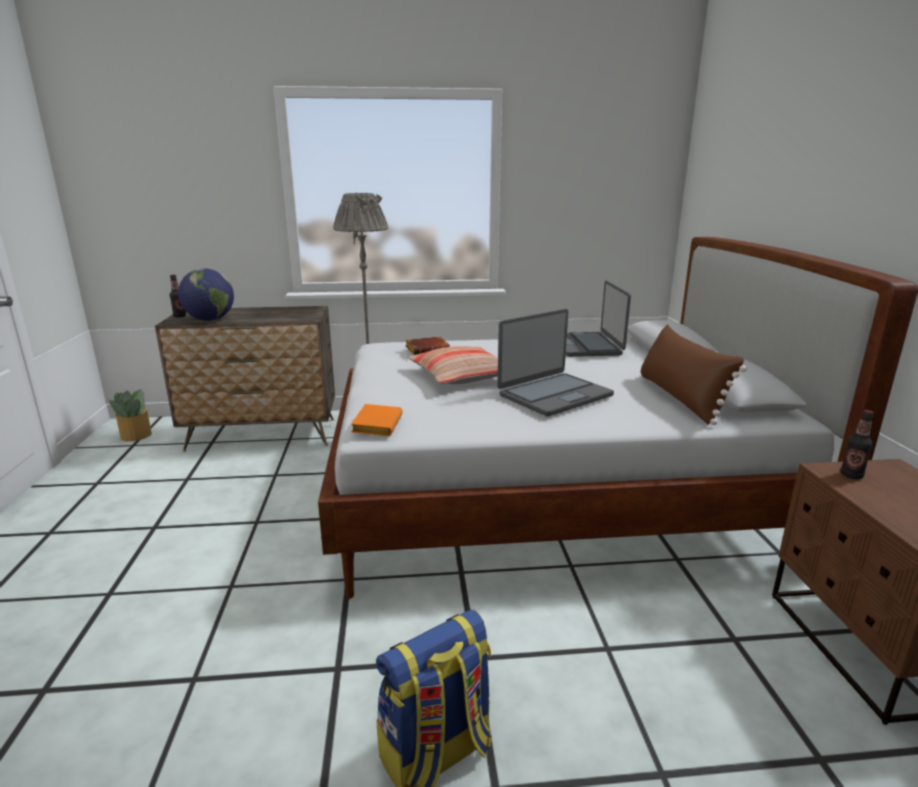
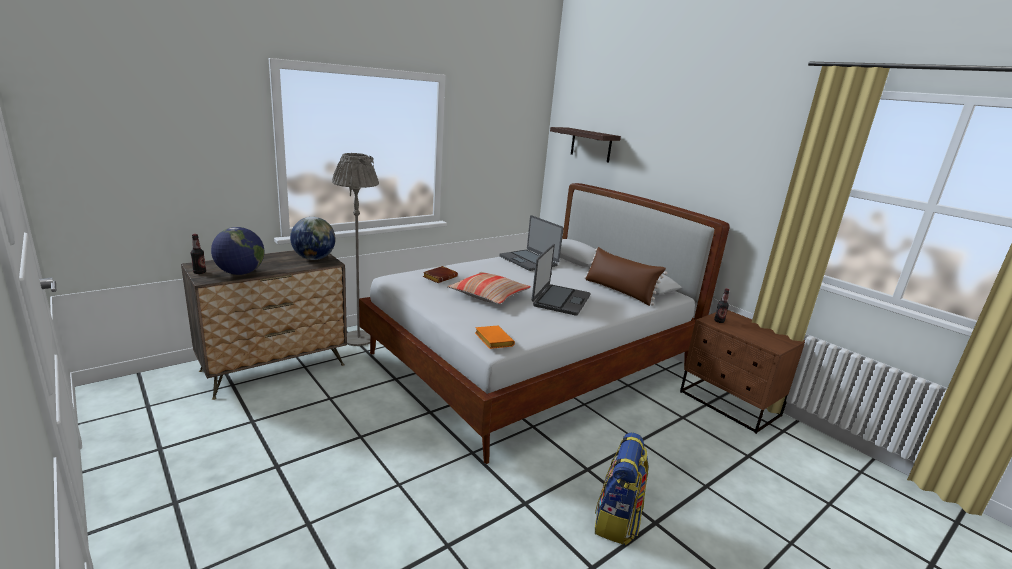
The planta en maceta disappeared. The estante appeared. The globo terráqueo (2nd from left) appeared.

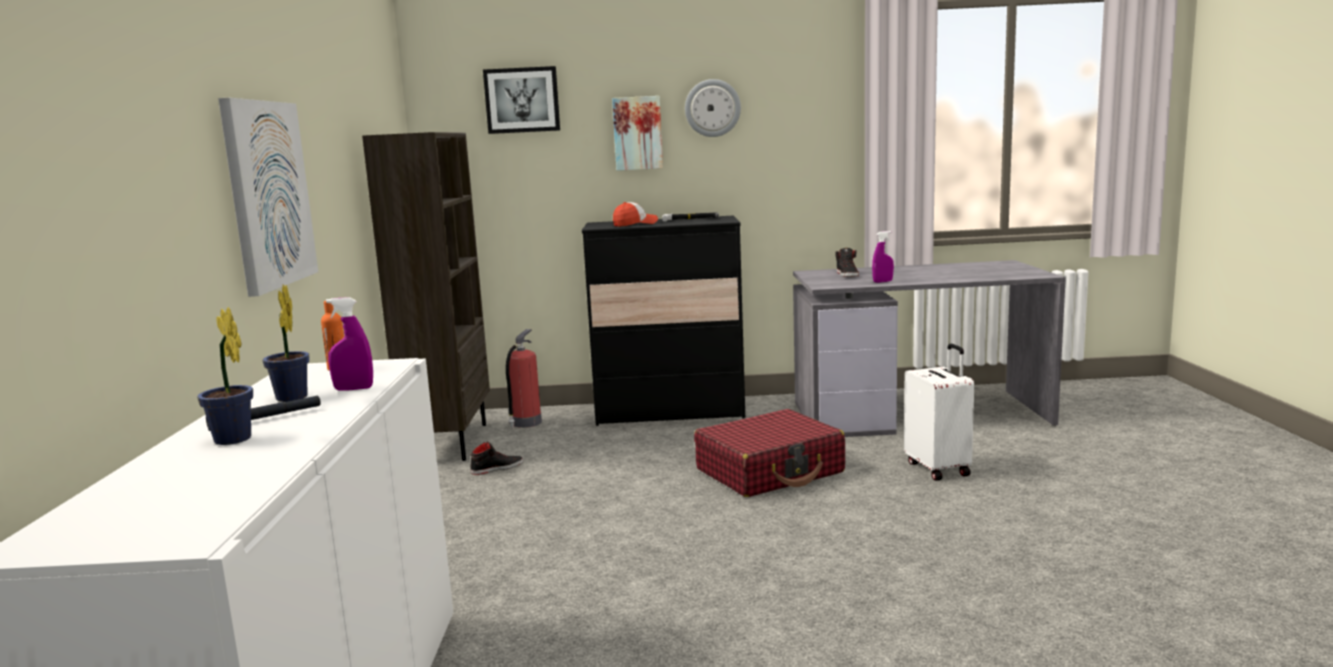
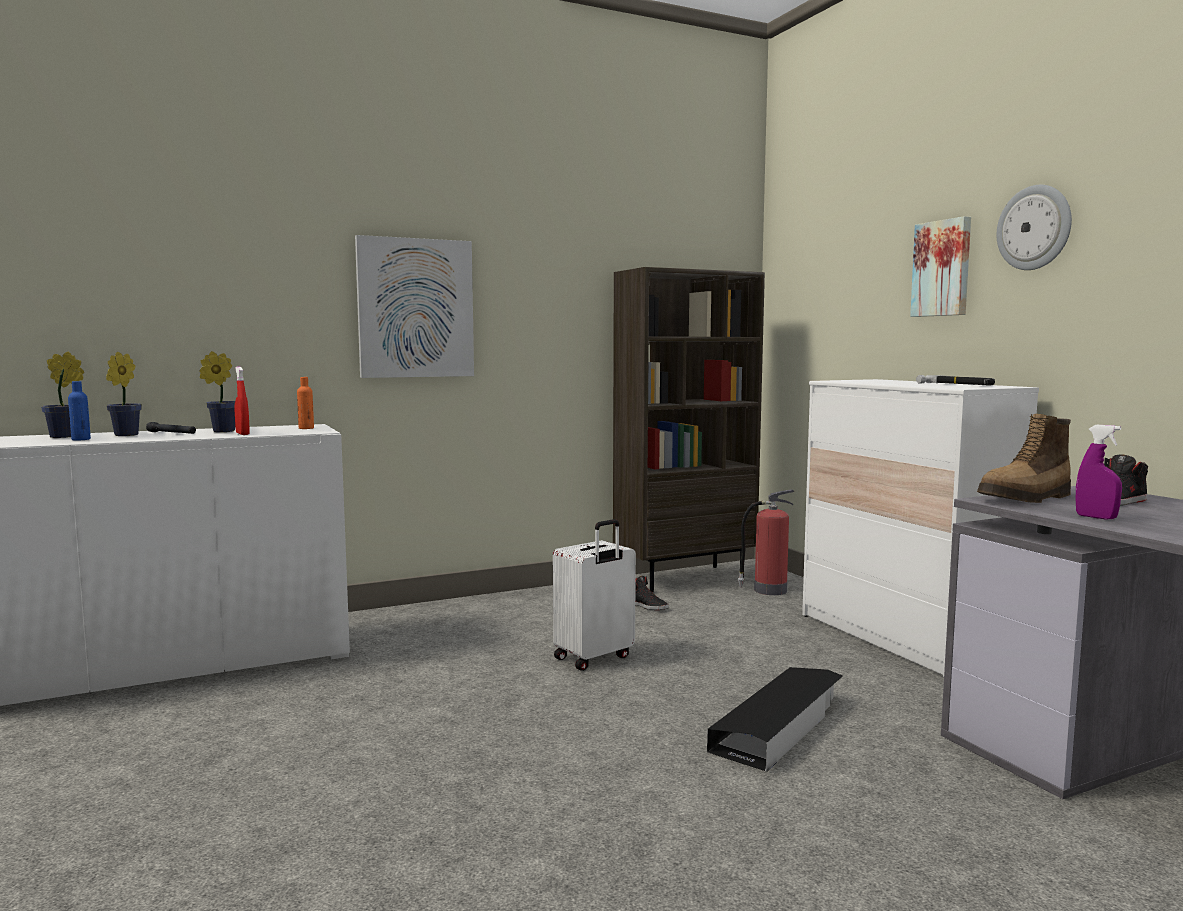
The cuadro (2nd from left) disappeared. The gorra disappeared. The cómoda/negro became the cómoda/blanco. The pulverizador/morado (1st from left) became the pulverizador/rojo. The maleta/blanco moved. The maleta/rojo was replaced by the caja de almacenaje/negro. The planta en maceta (1st from left) appeared. The botella/azul appeared. The bota appeared.

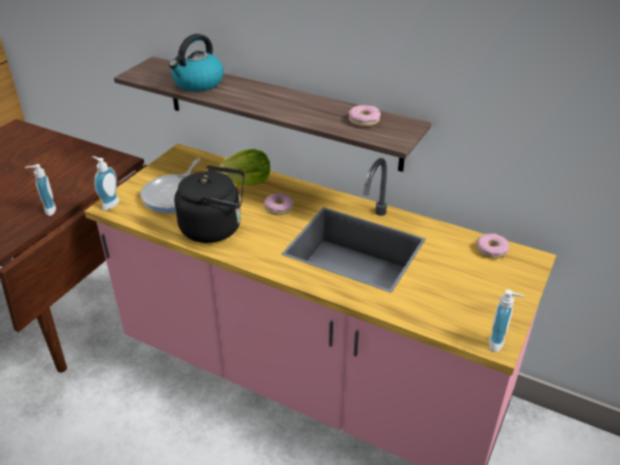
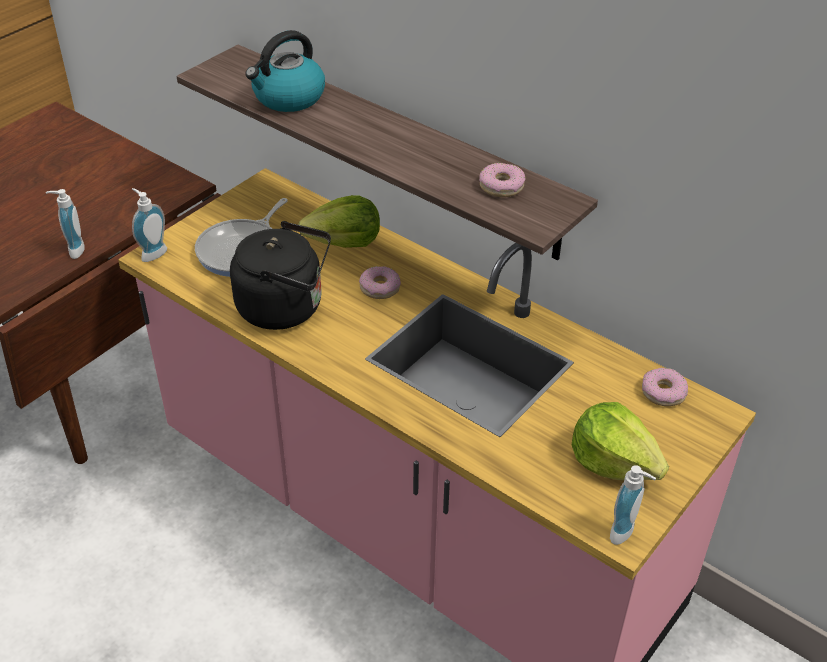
The lechuga (2nd from left) appeared.

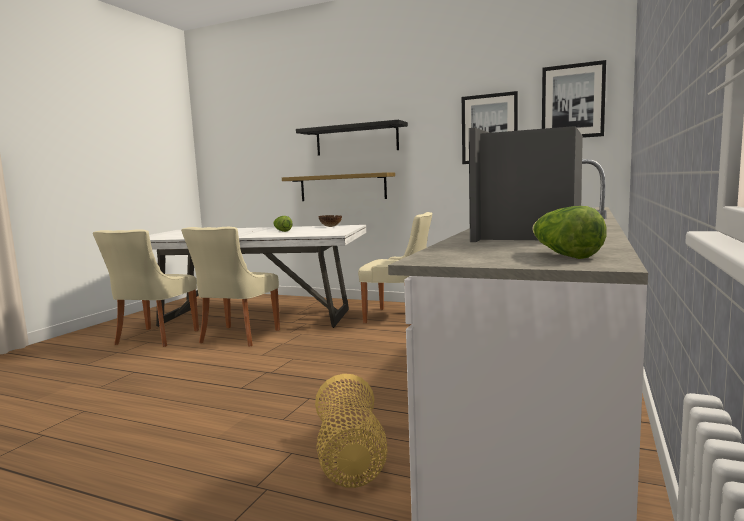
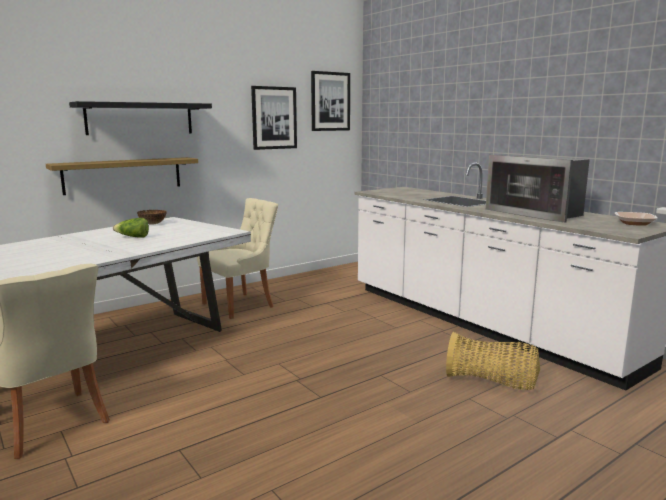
The lechuga (2nd from left) was replaced by the cuenco (2nd from left). The silla/beis (2nd from left) disappeared.

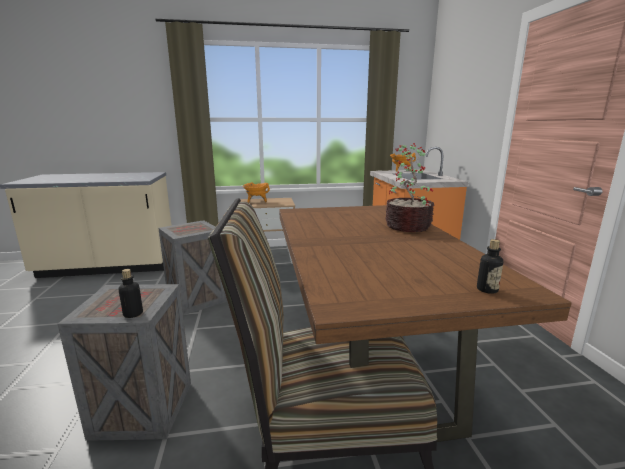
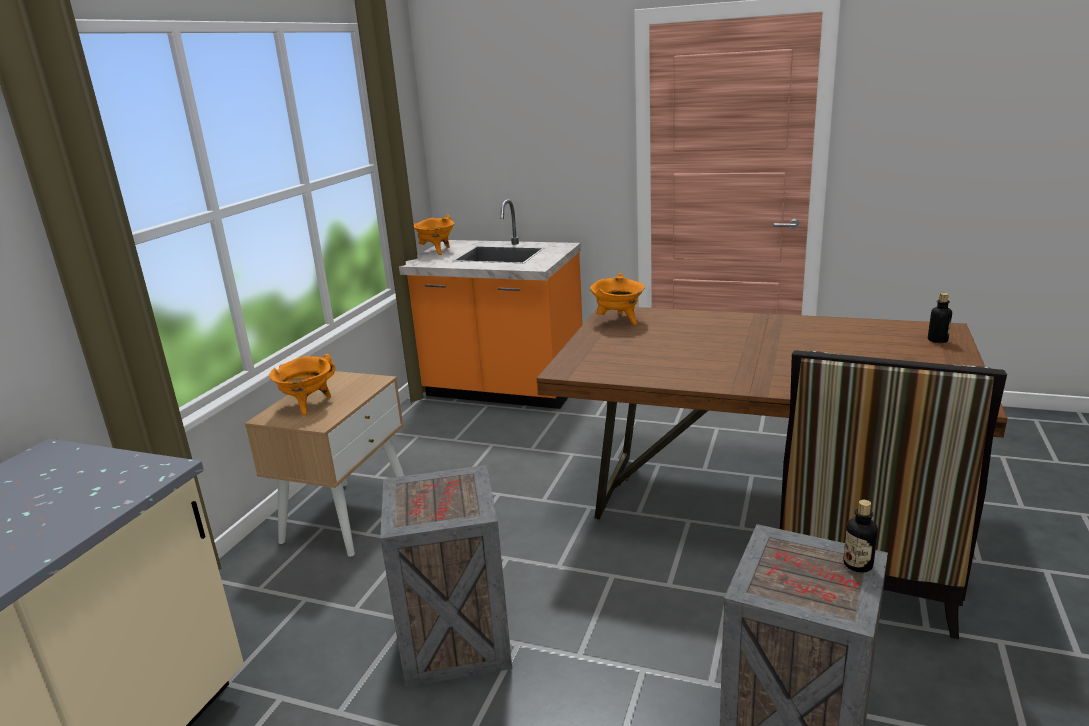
The planta en maceta disappeared. The olla/naranja (3rd from left) appeared.

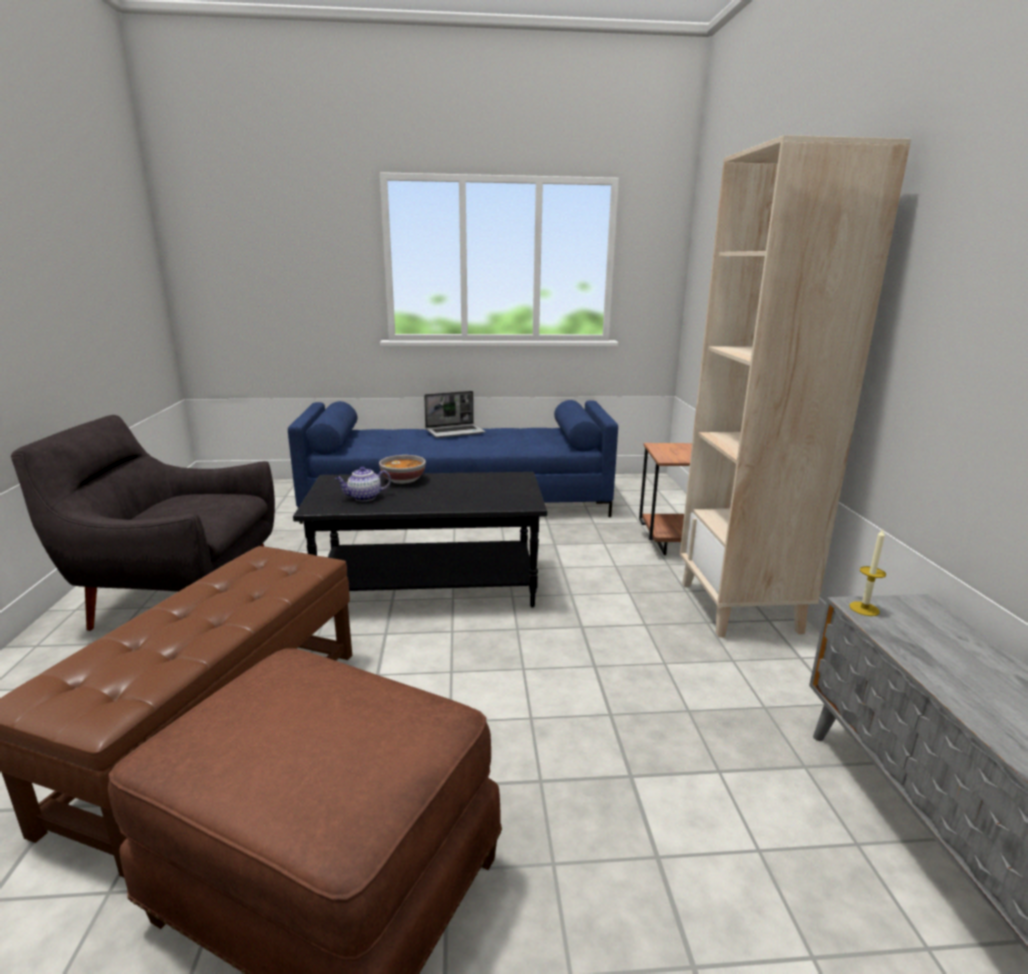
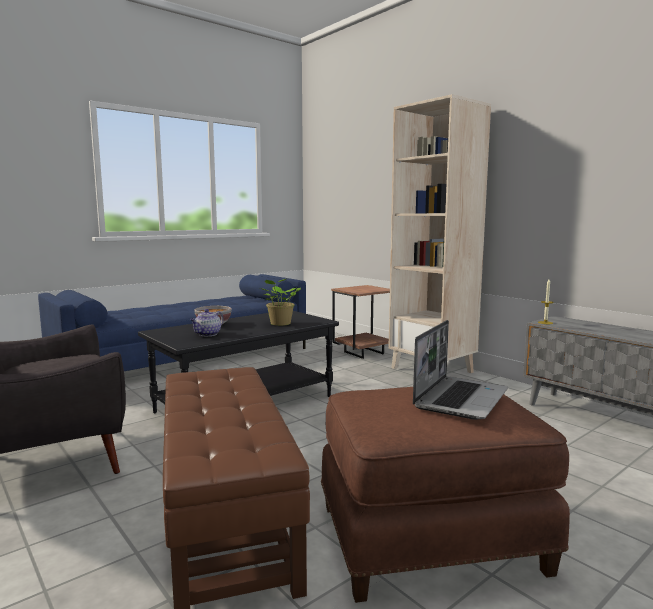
The portátil moved. The planta en maceta appeared.

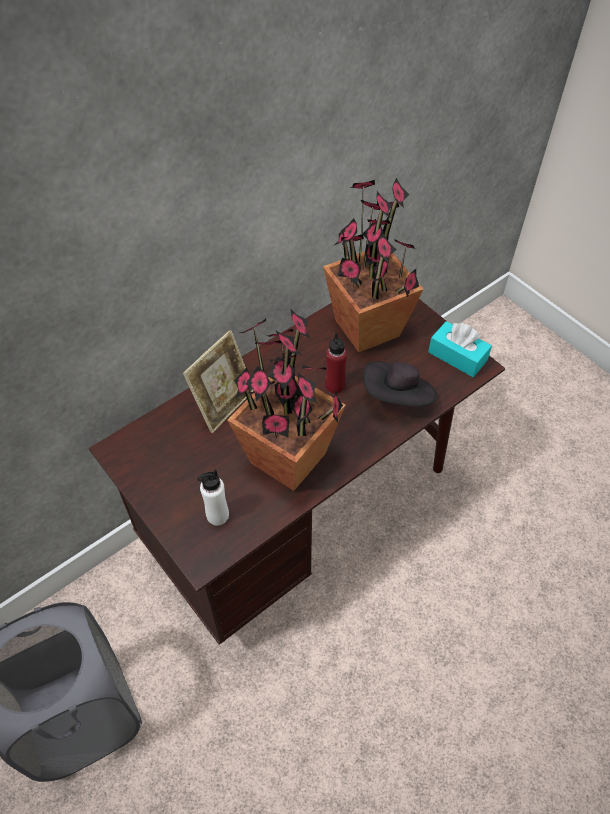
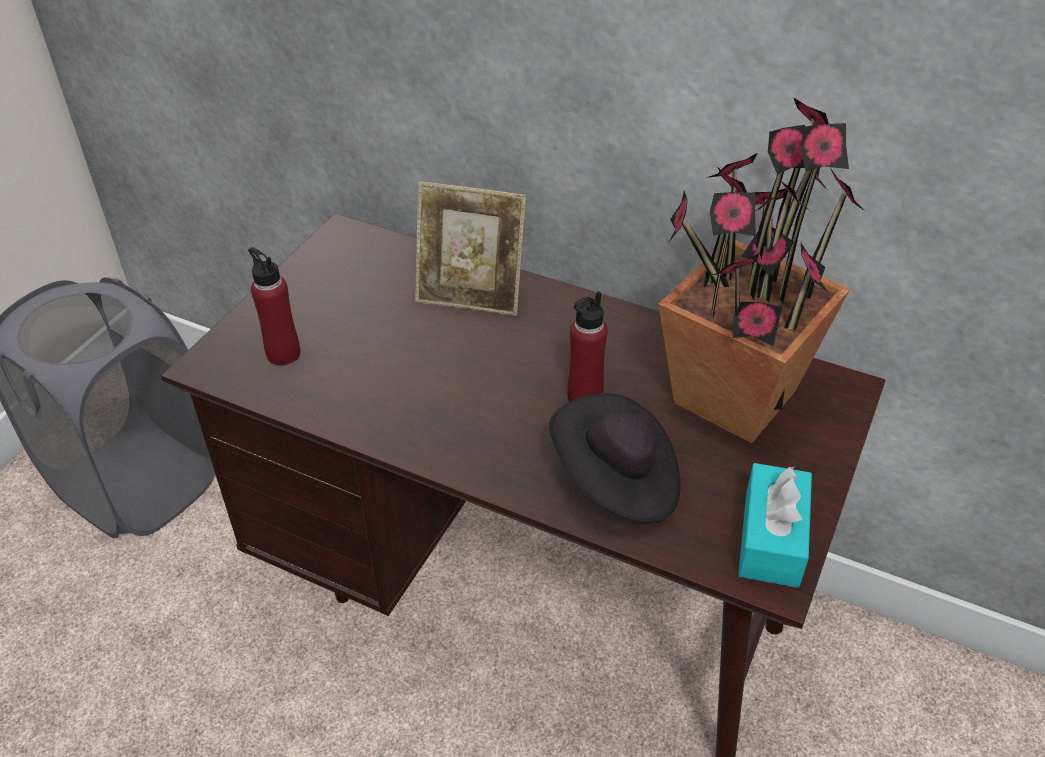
The planta en maceta (1st from left) disappeared. The botella/blanco became the botella/rojo (1st from left).

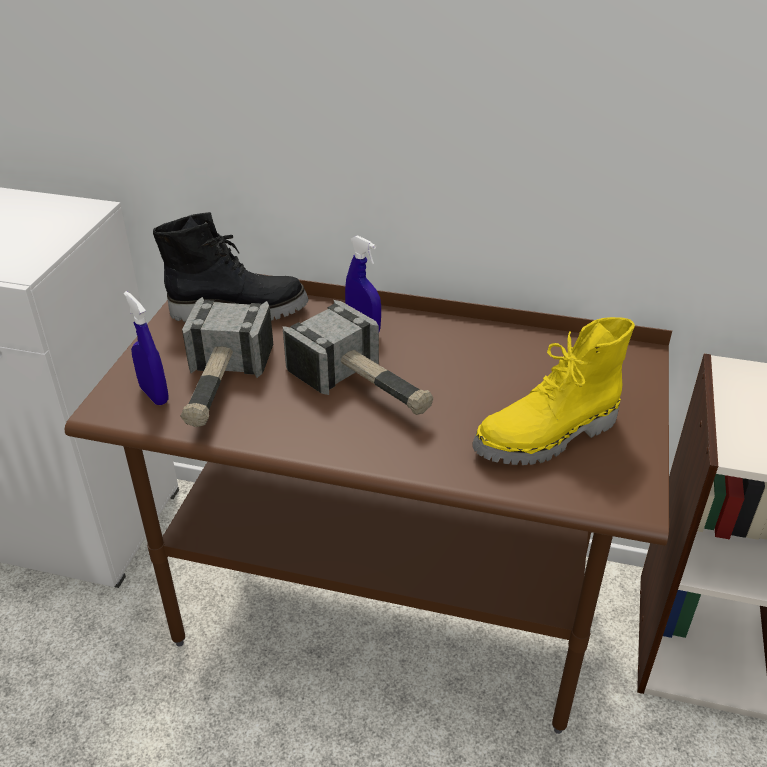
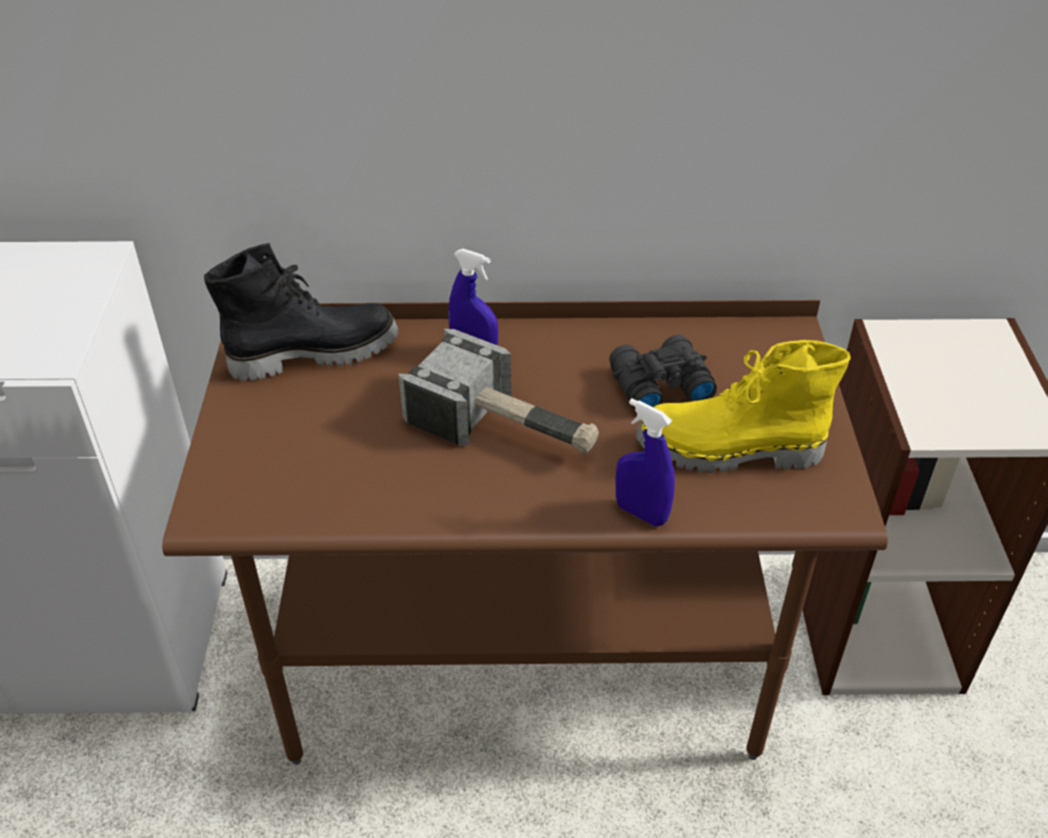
The pulverizador/azul (1st from left in the first image) moved. The martillo (1st from left) disappeared. The bota/amarillo turned 45 degrees clockwise. The prismáticos/negro appeared.

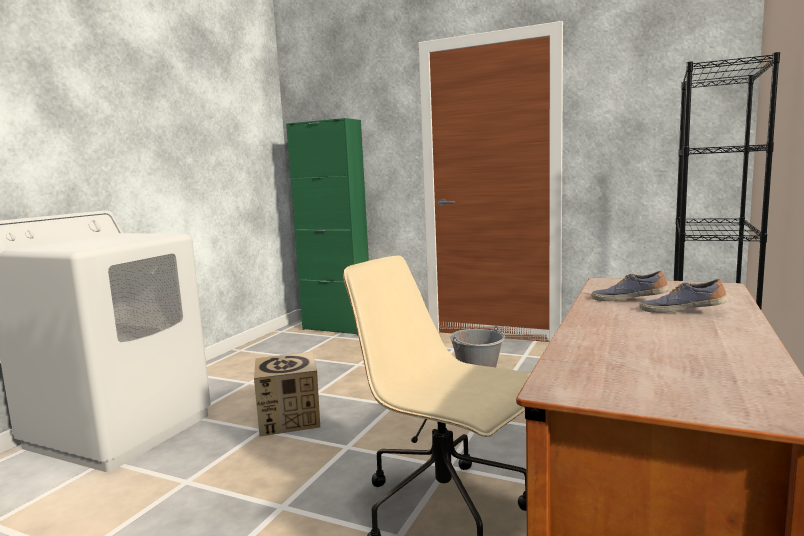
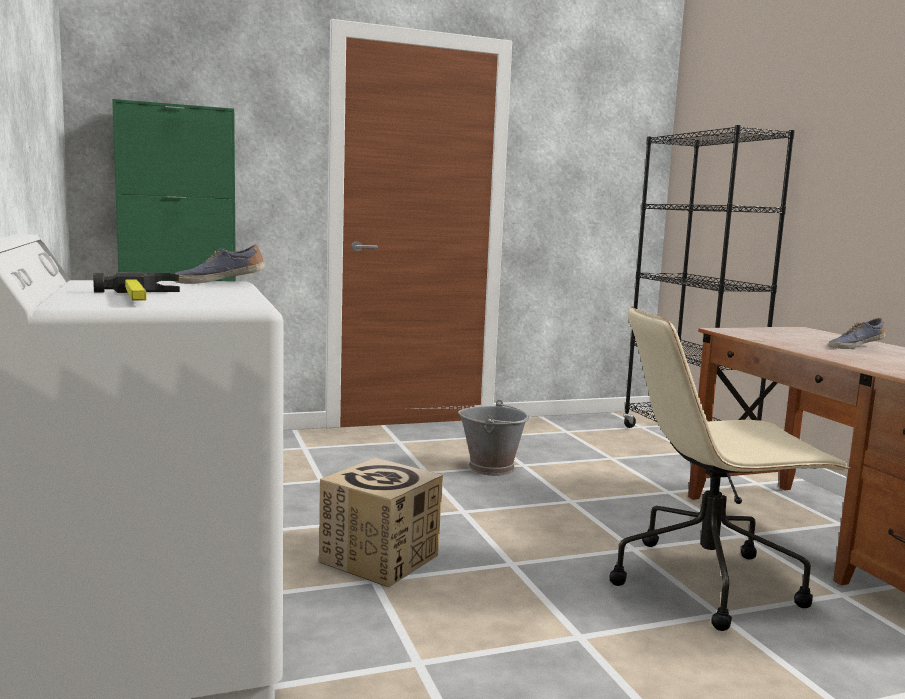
The zapato (1st from left) moved. The martillo appeared.

